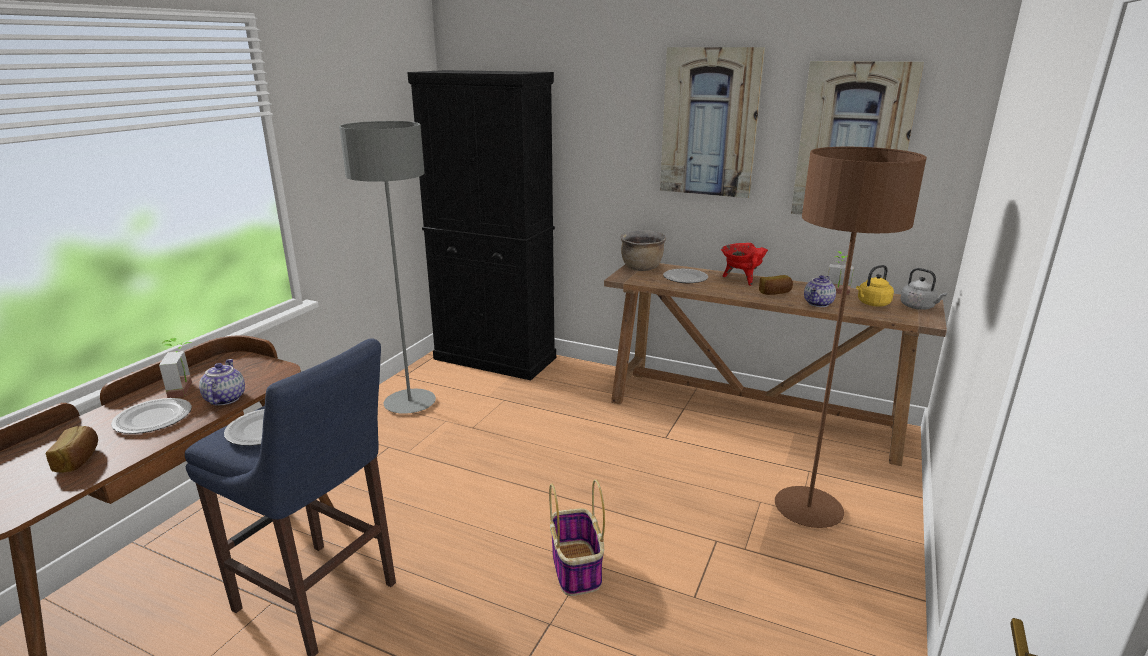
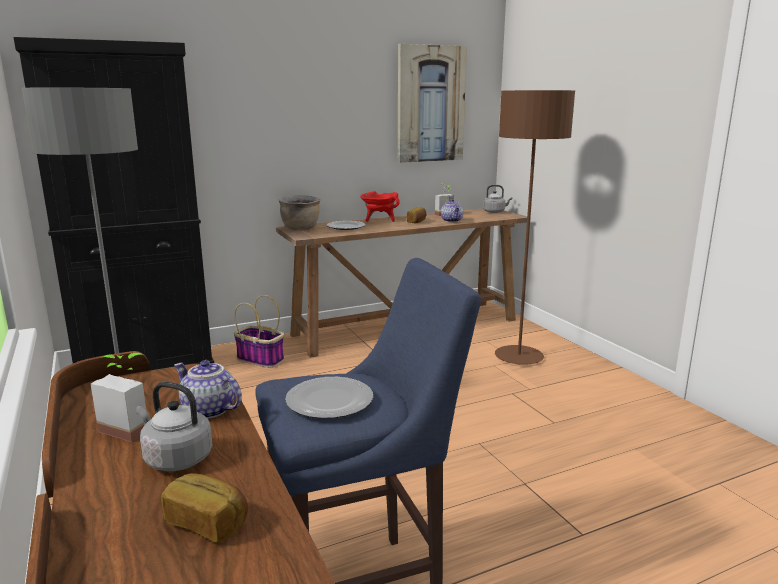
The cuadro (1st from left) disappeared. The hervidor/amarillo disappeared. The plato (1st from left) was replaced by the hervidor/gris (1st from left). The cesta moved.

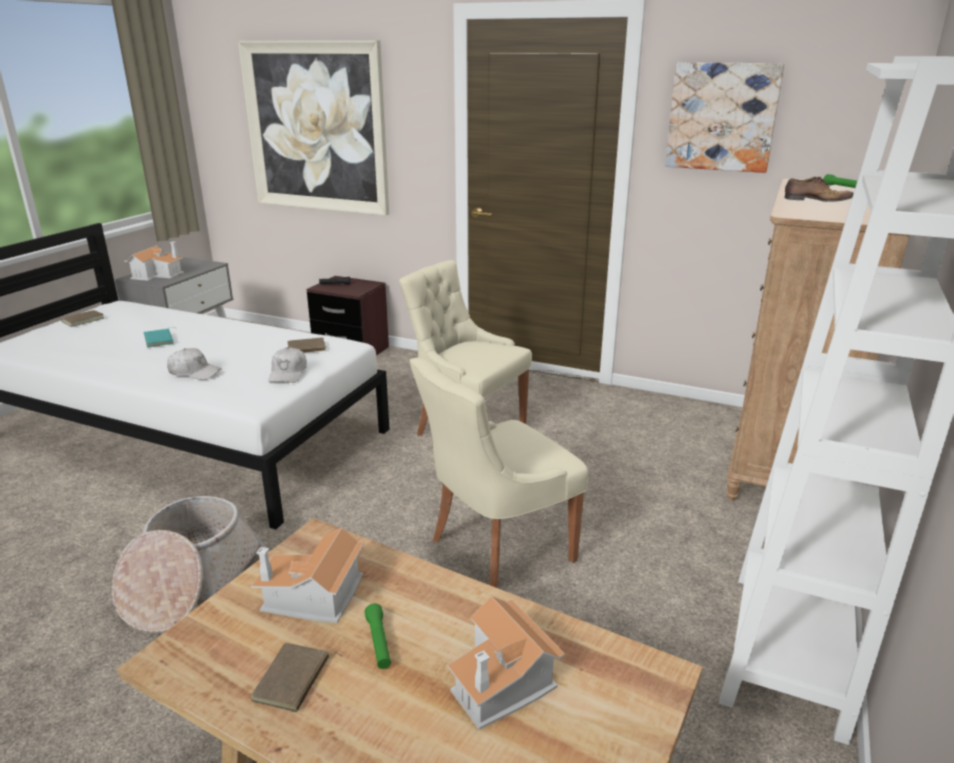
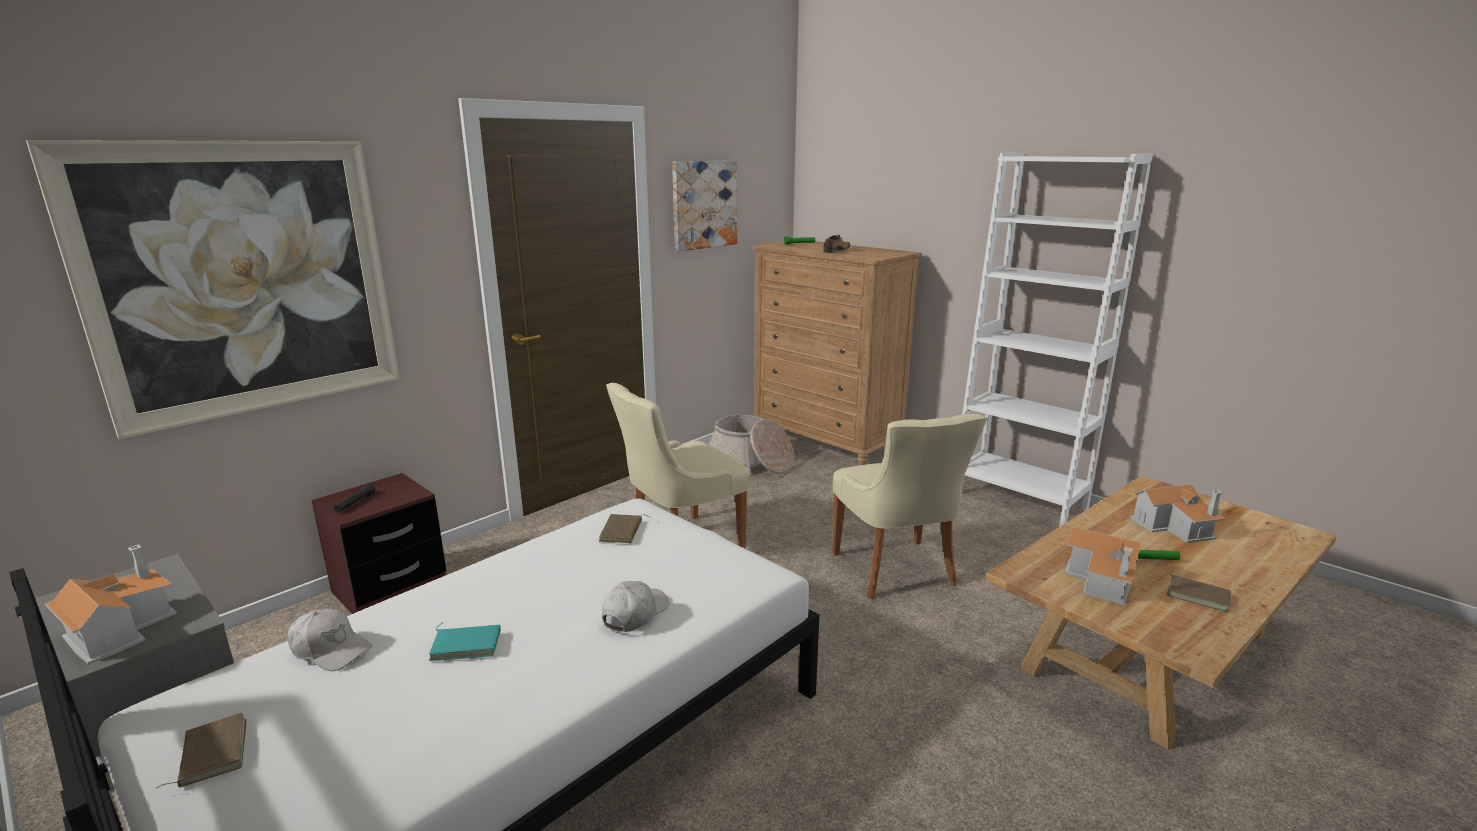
The gorra/blanco (2nd from left in the first image) moved. The cesta moved.

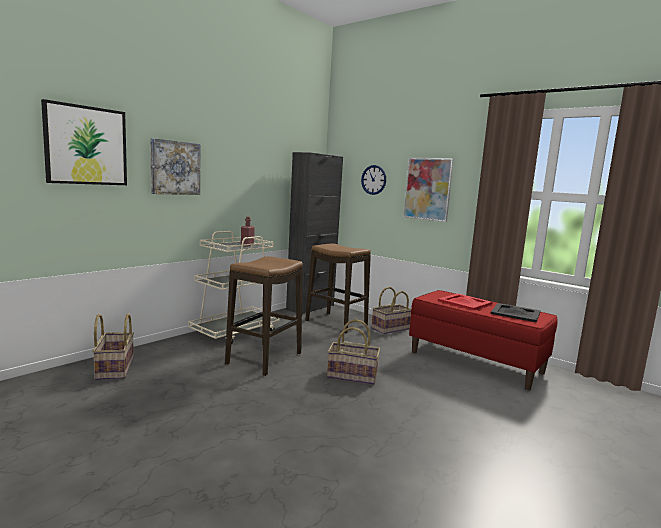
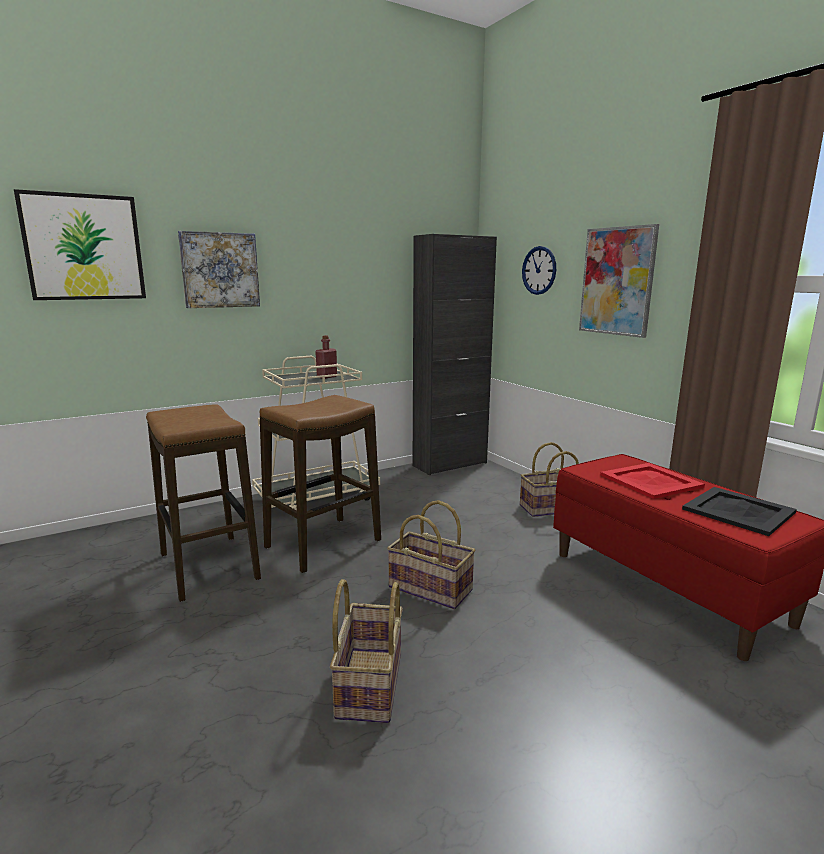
The taburete (2nd from left in the first image) moved. The cesta (1st from left) moved.

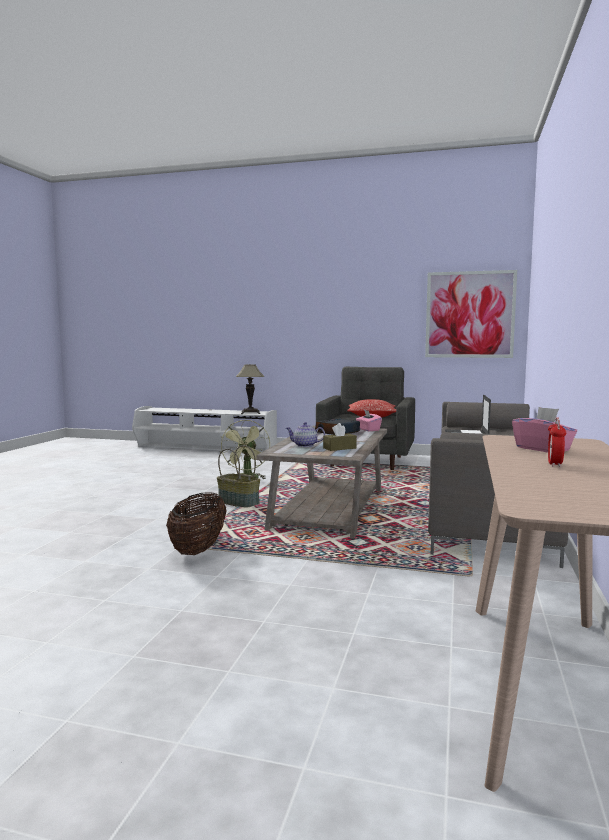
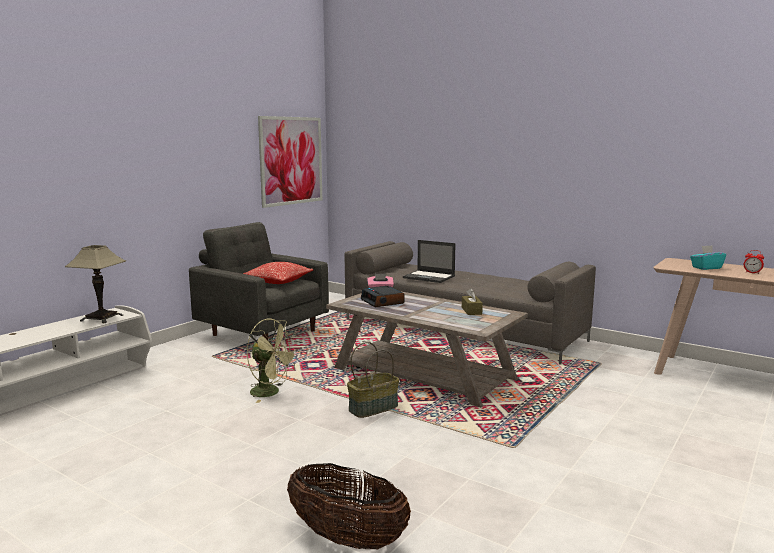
The caja de pañuelos/rosa (2nd from left) became the caja de pañuelos/turquesa. The tetera disappeared. The cesta (1st from left) moved.

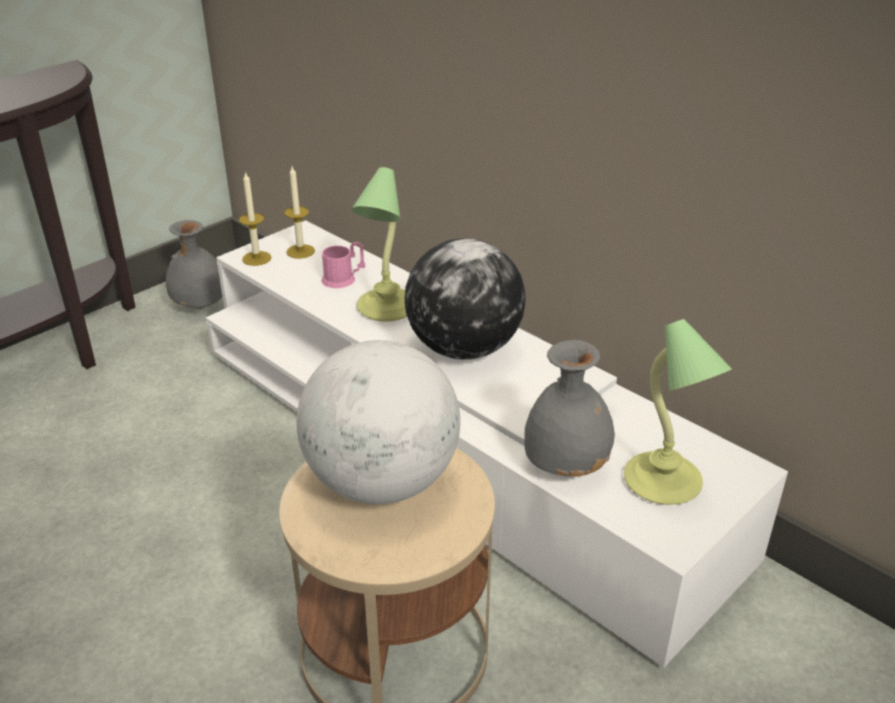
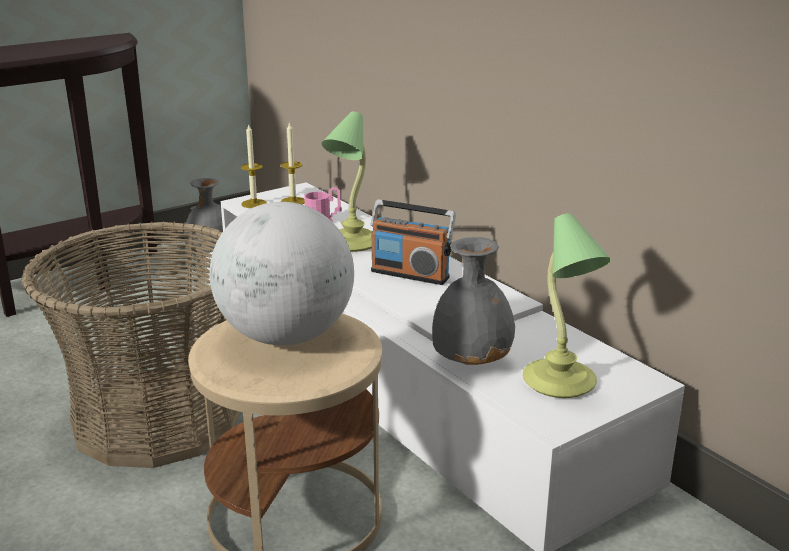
The globo terráqueo (2nd from left) was replaced by the radio. The cesta appeared.

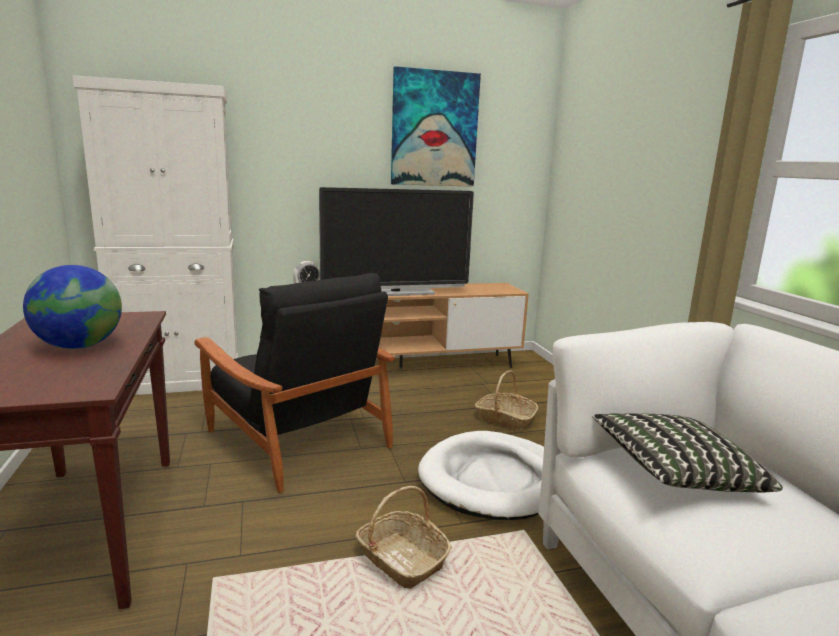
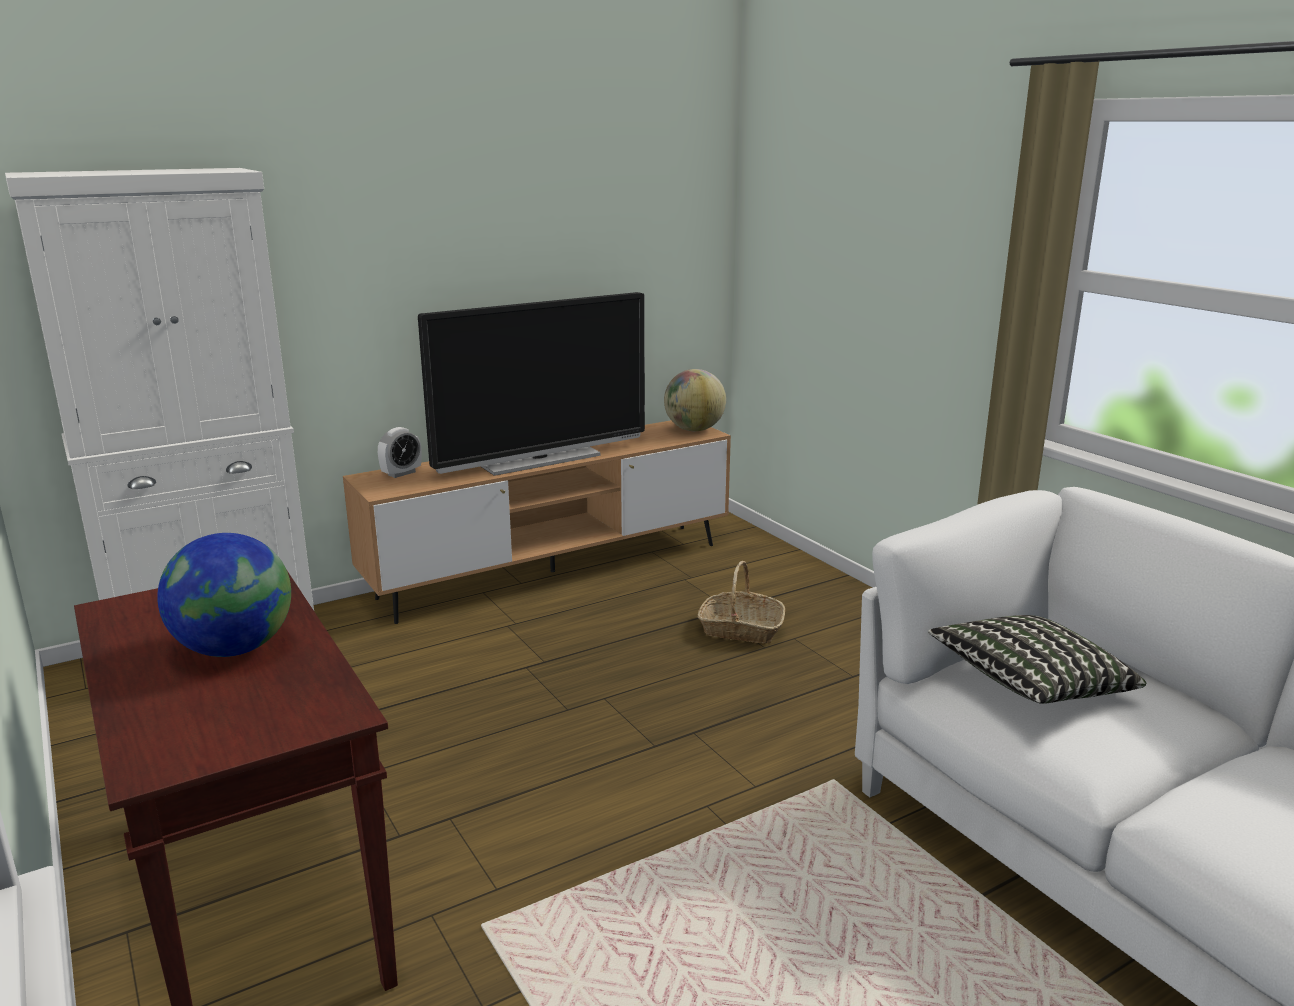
The cuadro disappeared. The sillón/negro disappeared. The cama para perro/blanco disappeared. The cesta (1st from left) disappeared. The globo terráqueo (2nd from left) appeared.

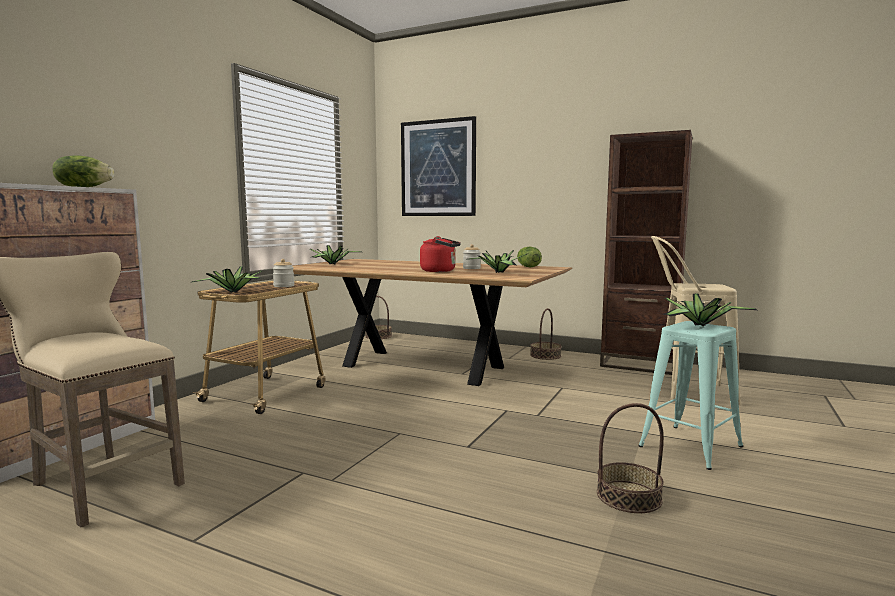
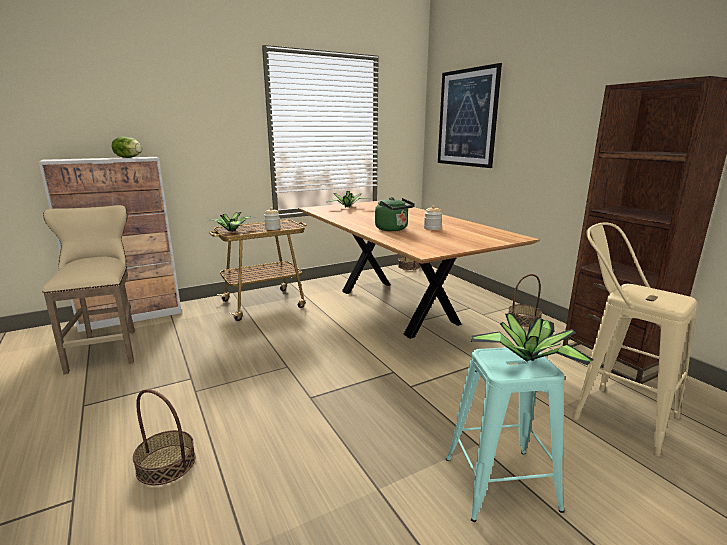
The hervidor/rojo became the hervidor/verde. The lechuga (2nd from left) disappeared. The planta en maceta (3rd from left) disappeared. The cesta (3rd from left in the first image) moved.

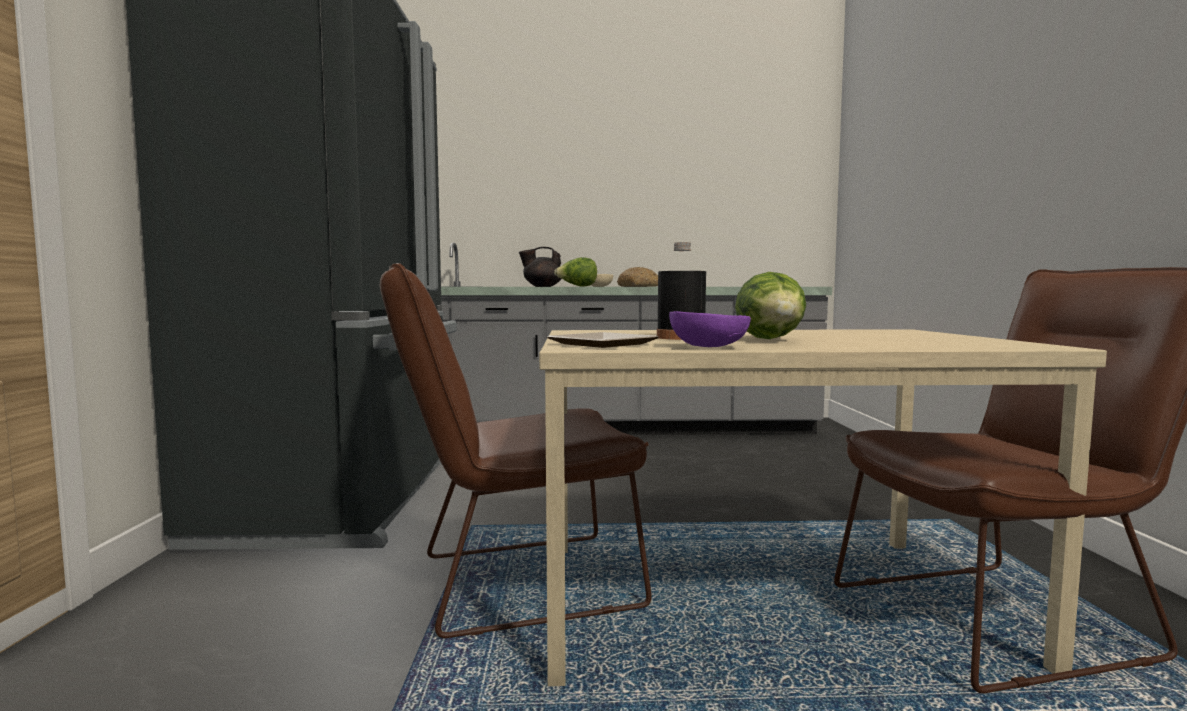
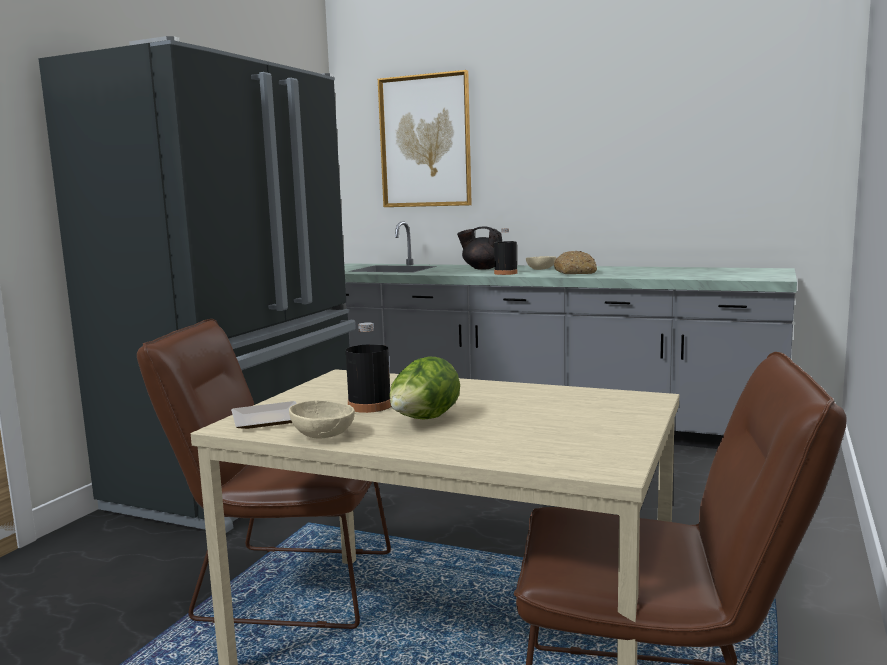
The lechuga (1st from left) was replaced by the botella/negro (2nd from left). The cuenco/morado became the cuenco/beis (1st from left). The cuadro appeared.

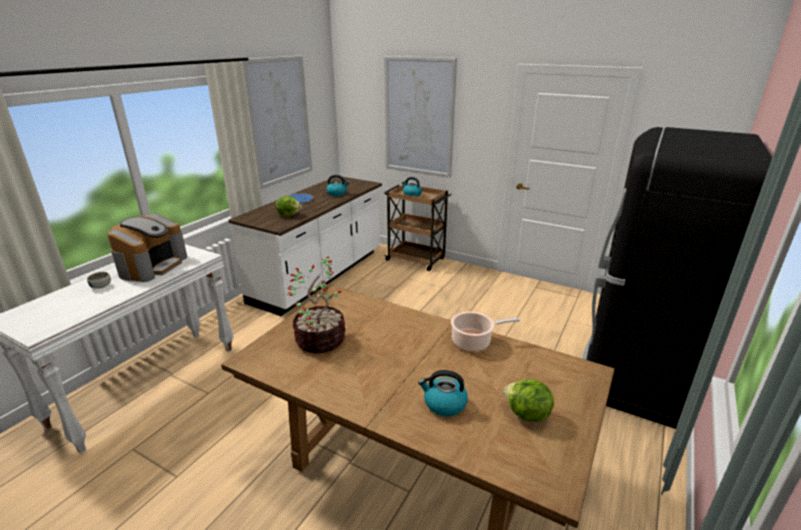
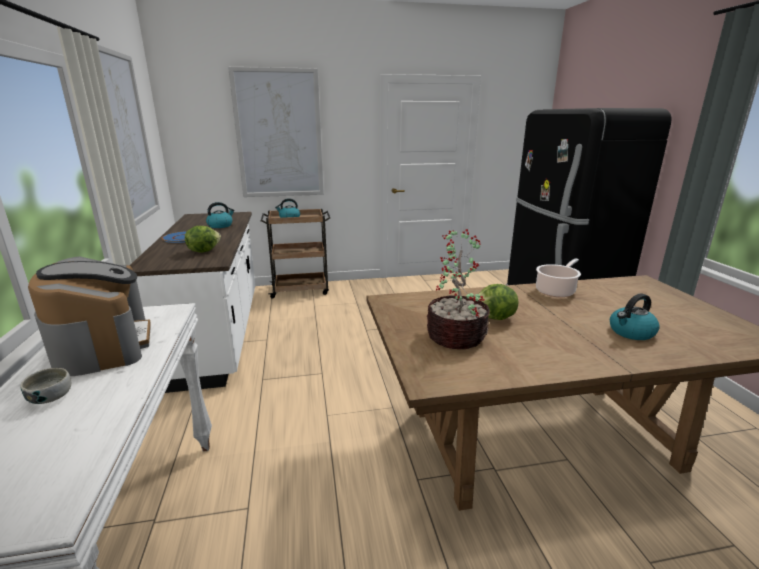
The lechuga (2nd from left) moved.

